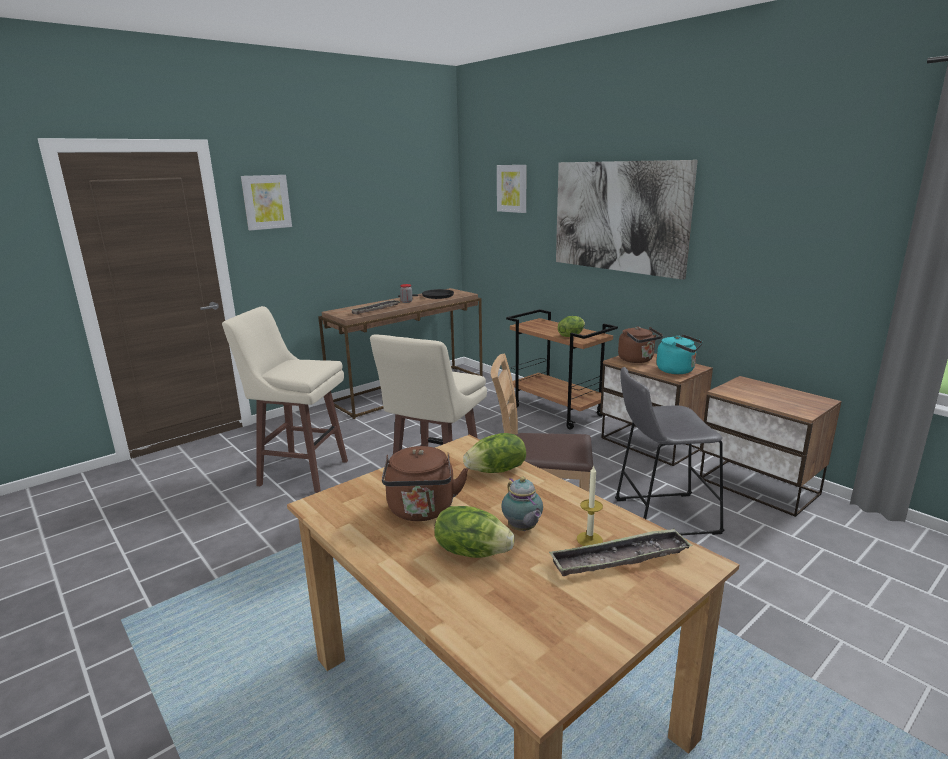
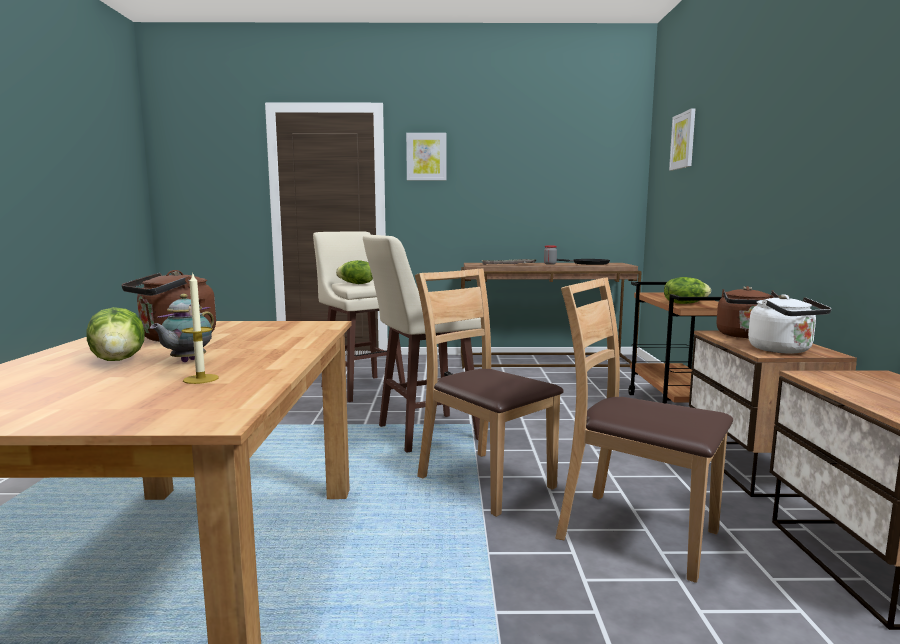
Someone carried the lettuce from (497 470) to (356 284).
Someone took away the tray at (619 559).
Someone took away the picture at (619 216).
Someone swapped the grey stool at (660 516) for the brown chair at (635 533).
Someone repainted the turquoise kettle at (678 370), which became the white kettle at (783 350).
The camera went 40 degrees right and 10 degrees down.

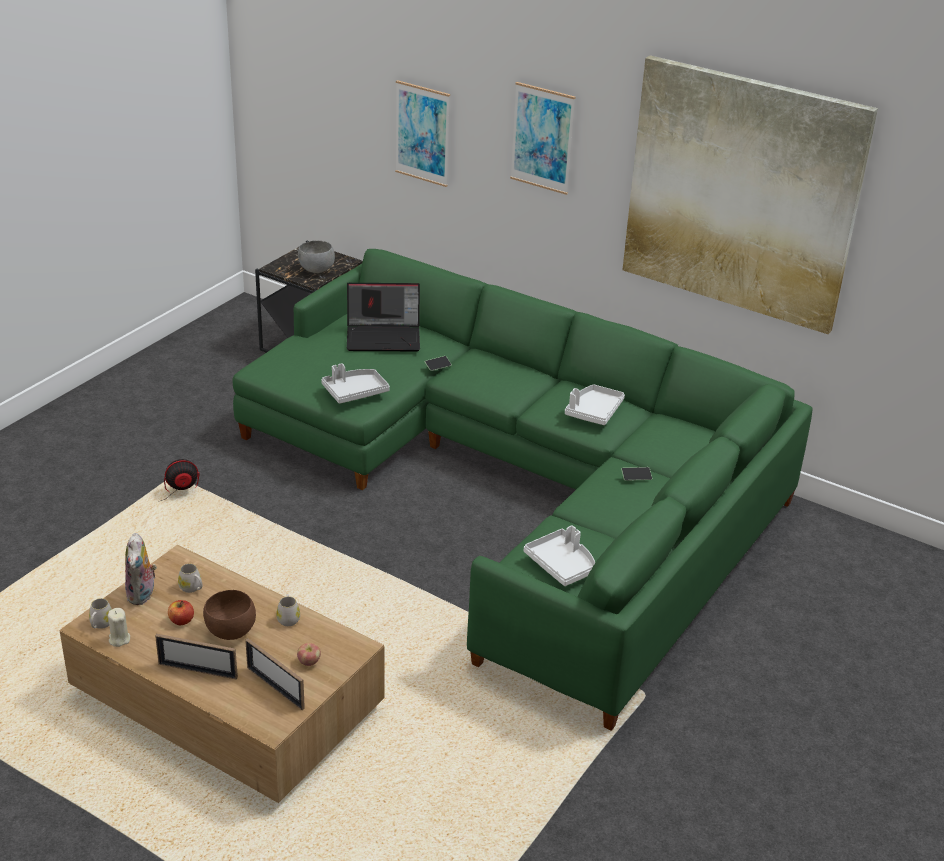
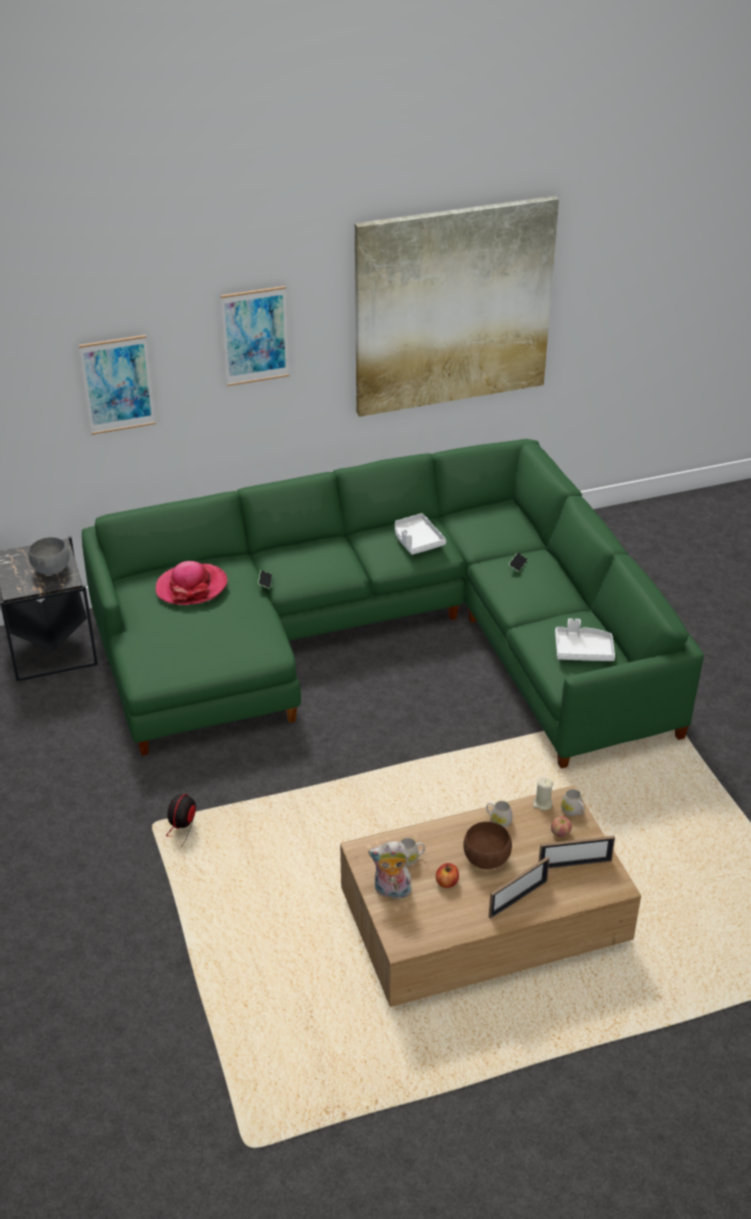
Someone carried the white mug from (100 624) to (573 811).
Someone carried the beige candle from (119 639) to (542 803).
Someone rotated the plush toy at (142 595) by 150 degrees clockwise.
Someone took away the grey tray at (354 392).
Someone swapped the laptop at (384 337) for the hat at (191 587).
The camera went 50 degrees left and 5 degrees up.

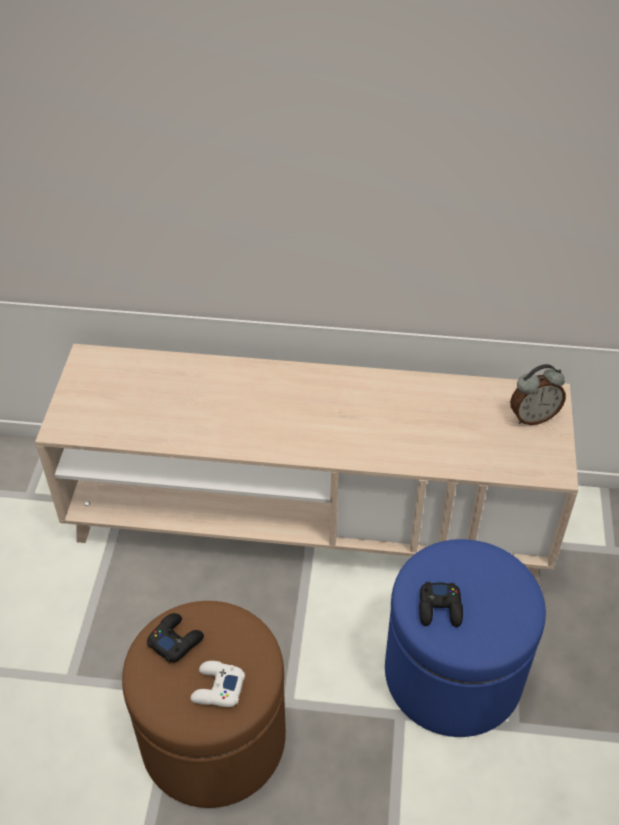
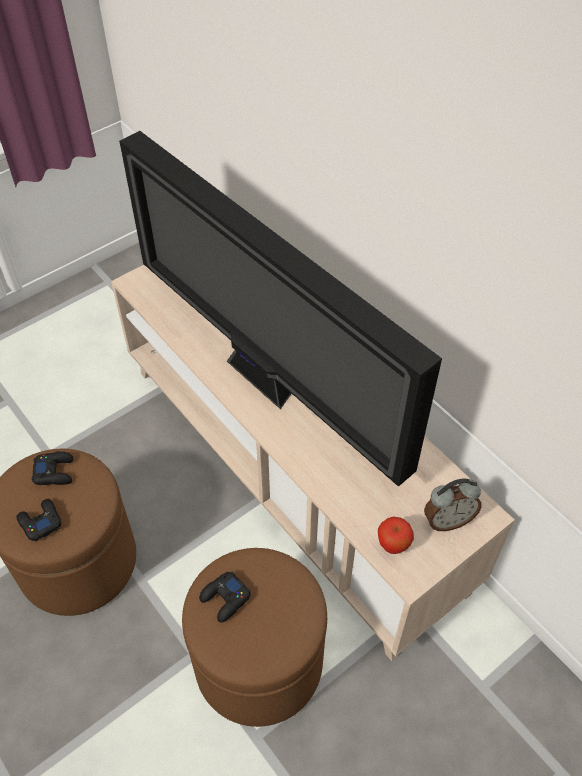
Someone repainted the white game controller at (217 688), which became the black game controller at (40 522).
Someone repainted the blue ottoman at (453 673), which became the brown ottoman at (258 662).
Someone rotated the alarm clock at (532 417) by 45 degrees counterclockwise.
Someone put down the television at (265 382).
Someone put down the apple at (393 545).
The camera went 45 degrees right and 5 degrees up.

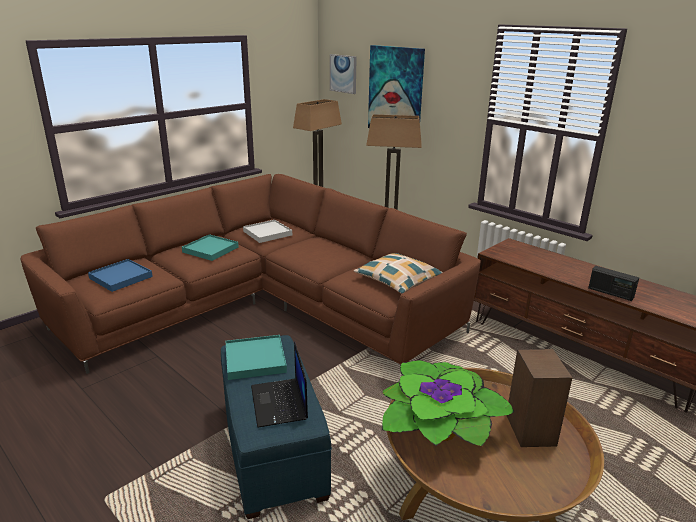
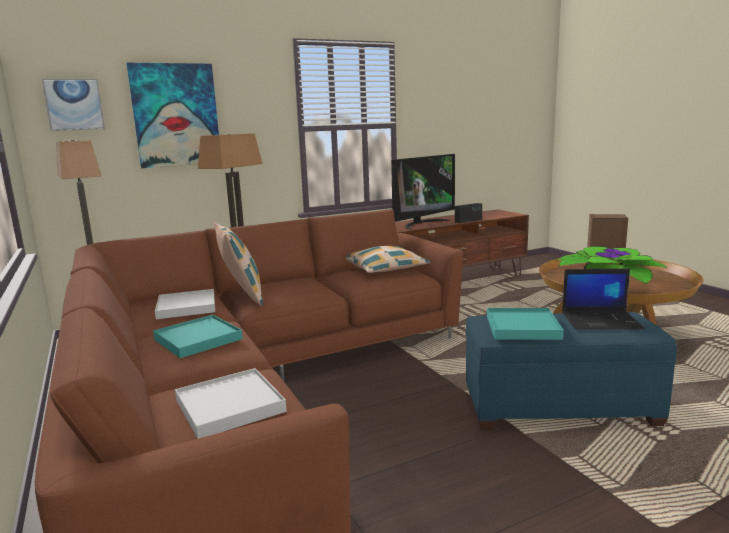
Someone repainted the blue tray at (120 277), which became the white tray at (229 406).
Someone put down the pillow at (242 297).
Someone put down the television at (422 224).
The camera went 70 degrees left and 10 degrees down.

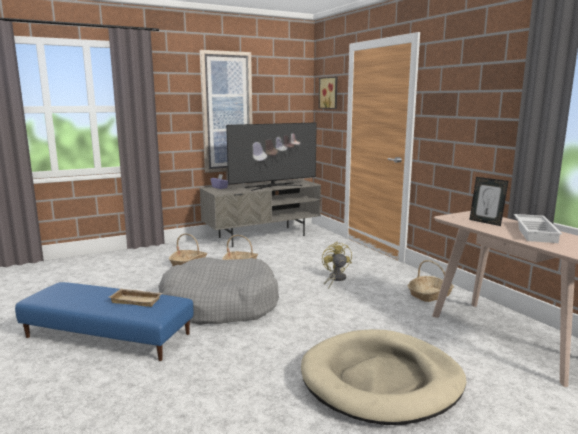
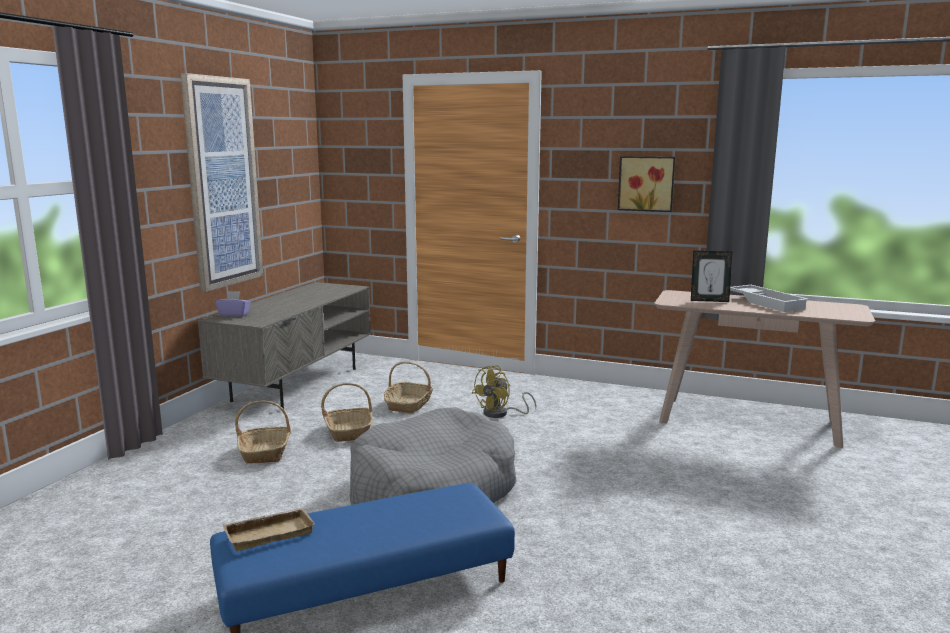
Someone carried the beige tray from (137 300) to (270 533).
Someone took away the television at (273 186).
Someone took away the beige dog bed at (381 380).
Someone carried the picture from (329 93) to (646 183).
Someone rotated the yellow fan at (335 279) by 90 degrees counterclockwise.
Someone carried the basket from (430 295) to (409 404).
The camera went 40 degrees left and 0 degrees up.

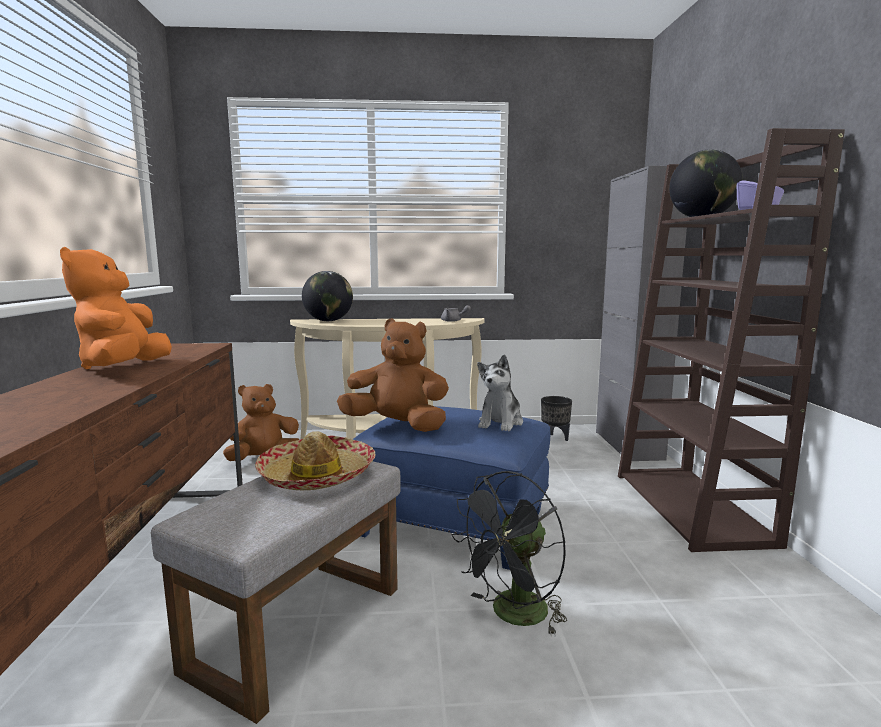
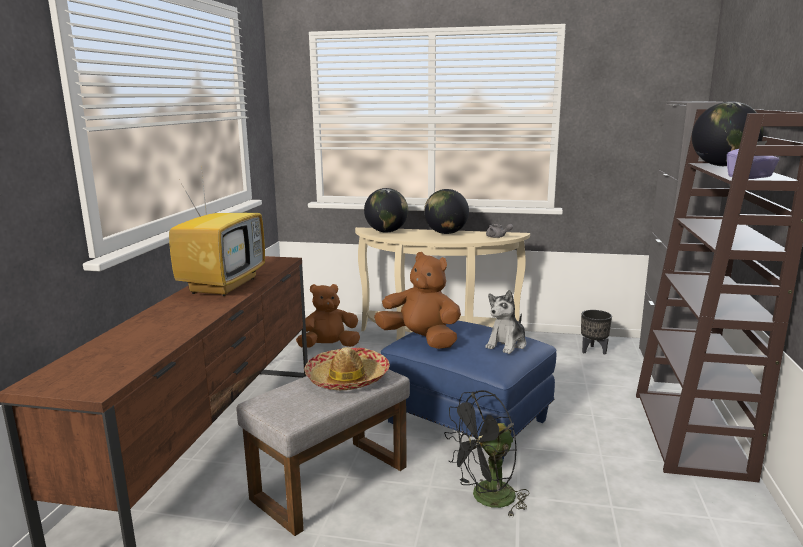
Someone swapped the orange plush toy at (123 368) for the television at (223 285).
Someone put down the globe at (446 233).
The camera went 15 degrees right and 5 degrees up.

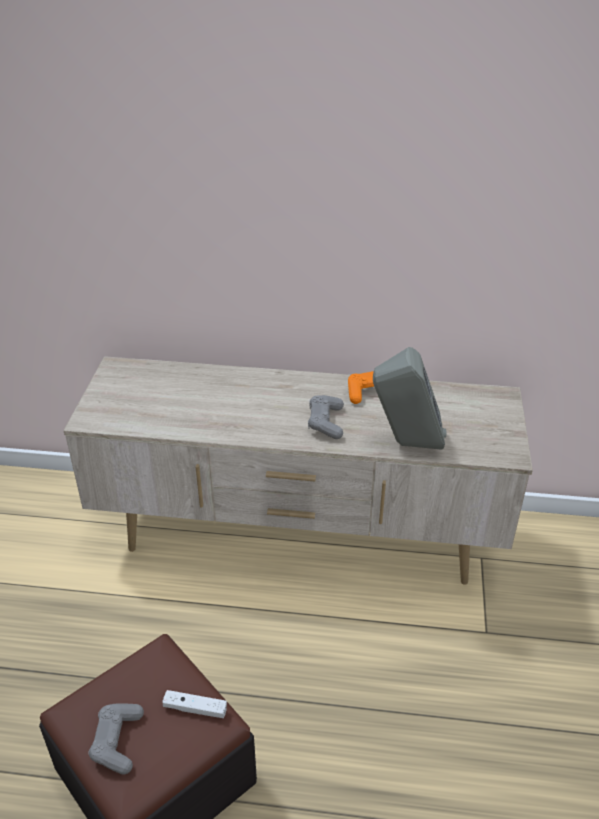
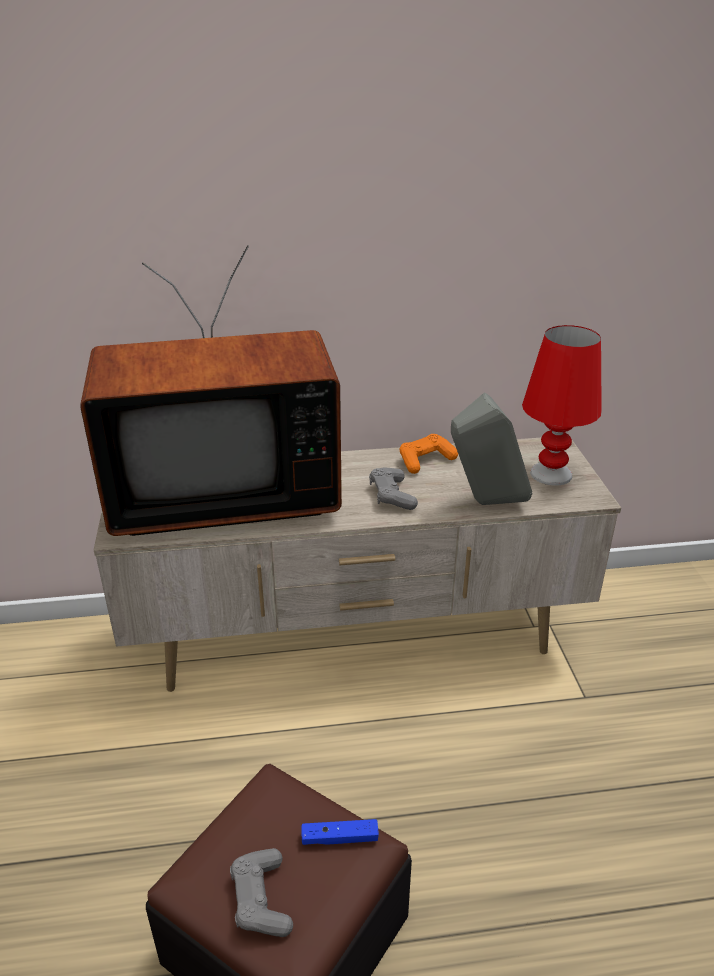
Someone repainted the white game controller at (195 708), which became the blue game controller at (340 838).
Someone put down the television at (222 495).
Someone put down the red table lamp at (551 474).
The camera went 15 degrees left and 5 degrees down.

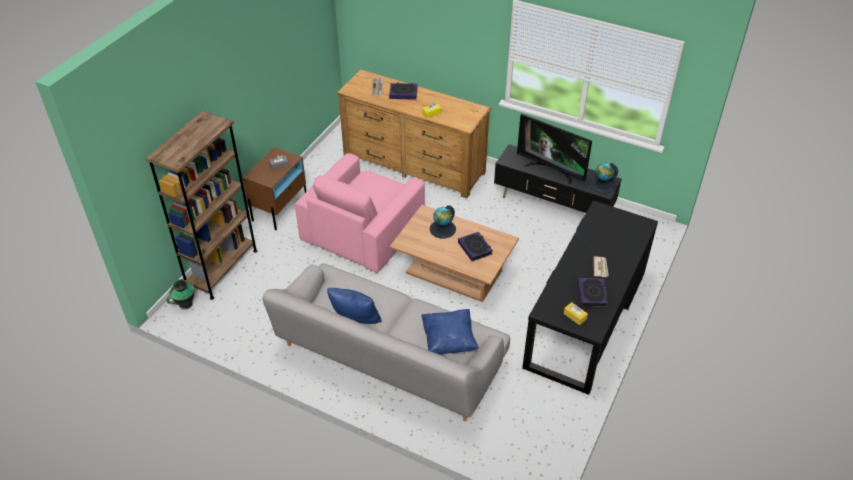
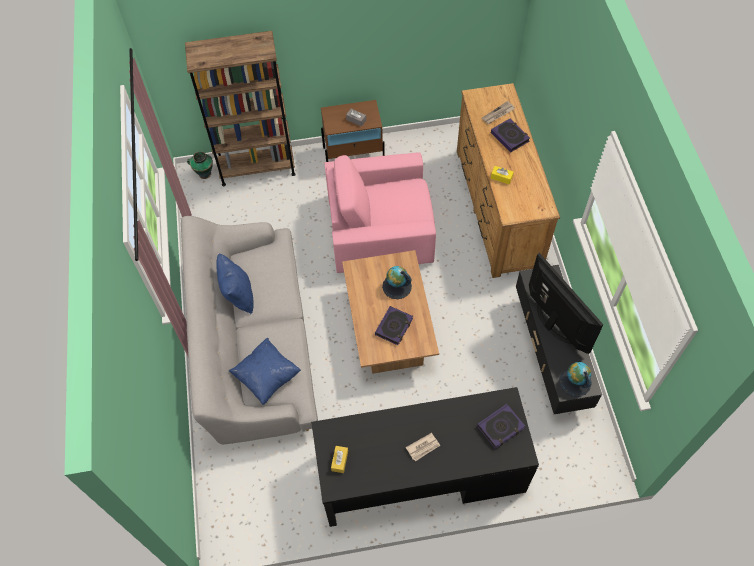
Someone rotated the television at (551 170) by 150 degrees clockwise.
Someone carried the book from (592 294) to (500 427).
The camera went 55 degrees right and 15 degrees up.

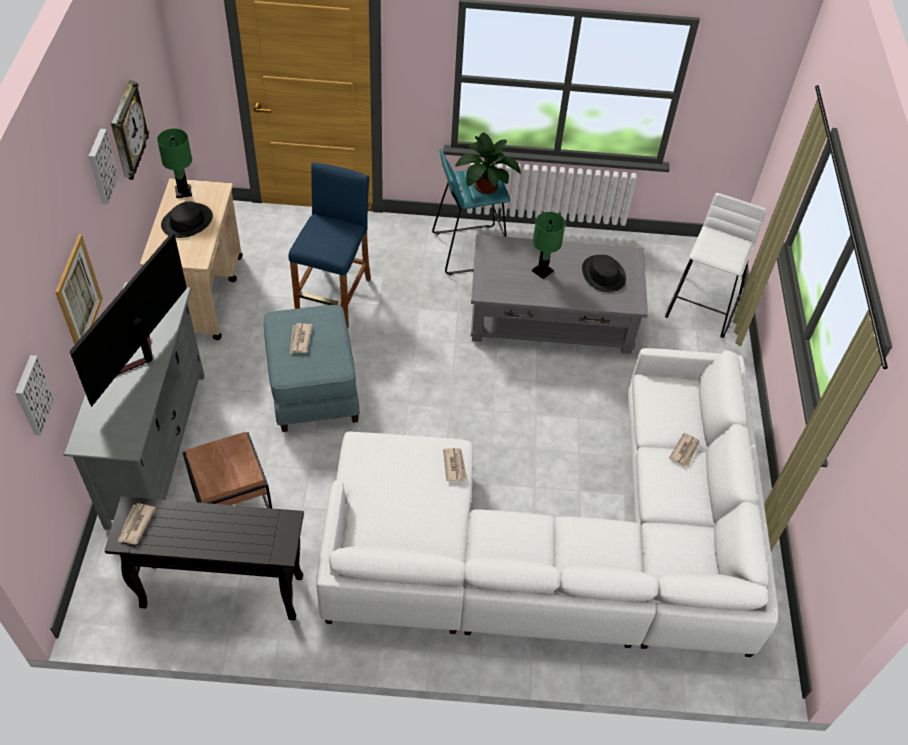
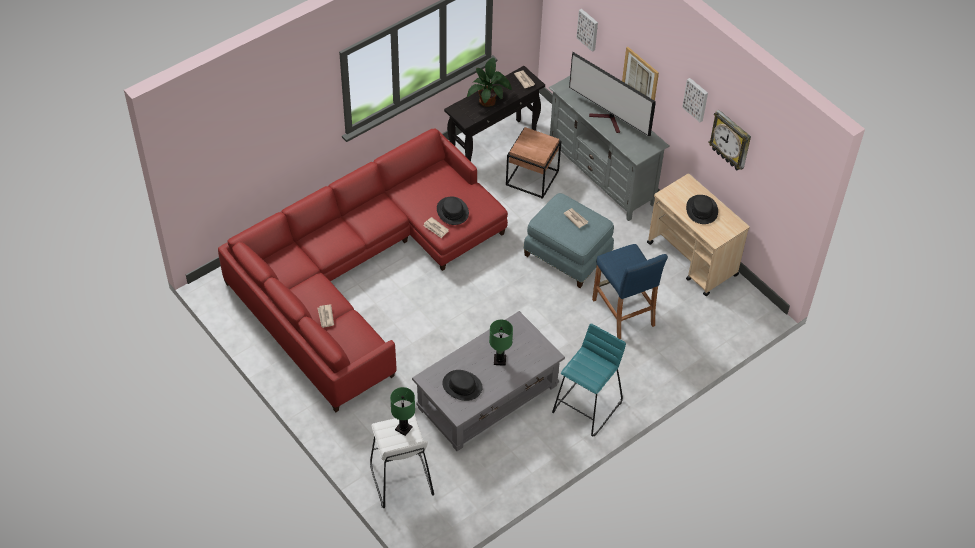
Someone rotated the television at (139 358) by 150 degrees clockwise.
Someone carried the green table lamp from (183 191) to (403 429).
Someone repainted the white sofa at (561 542), which became the red sofa at (361 271).
Someone carried the potted plant from (484 185) to (488 100).
Someone put down the black hat at (452 211).
The camera went 140 degrees right and 0 degrees up.

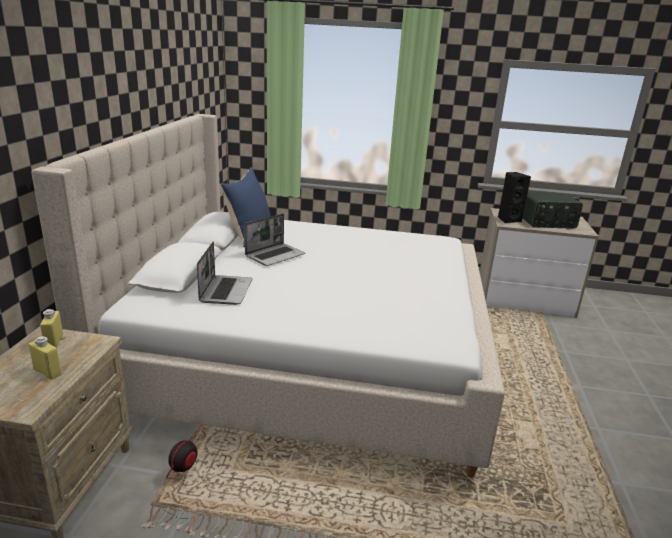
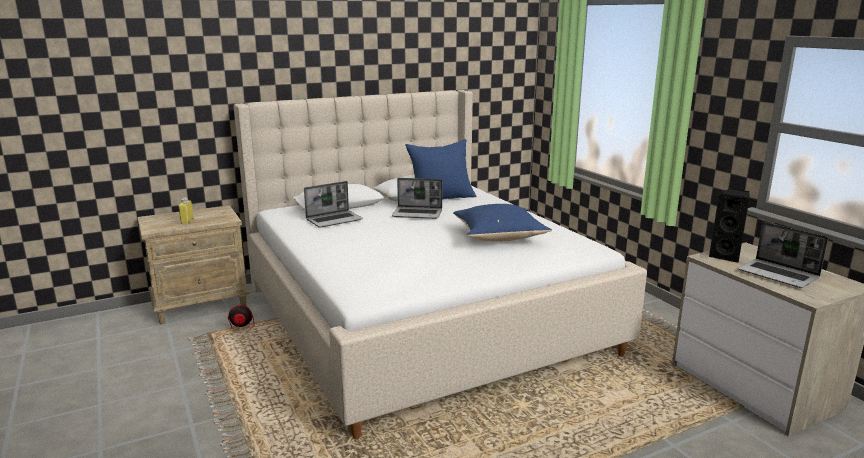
Someone took away the yellow bottle at (54 342).
Someone swapped the radio at (548 223) for the laptop at (779 275).
Someone put down the blue pillow at (499 237).
The camera went 55 degrees right and 5 degrees down.

